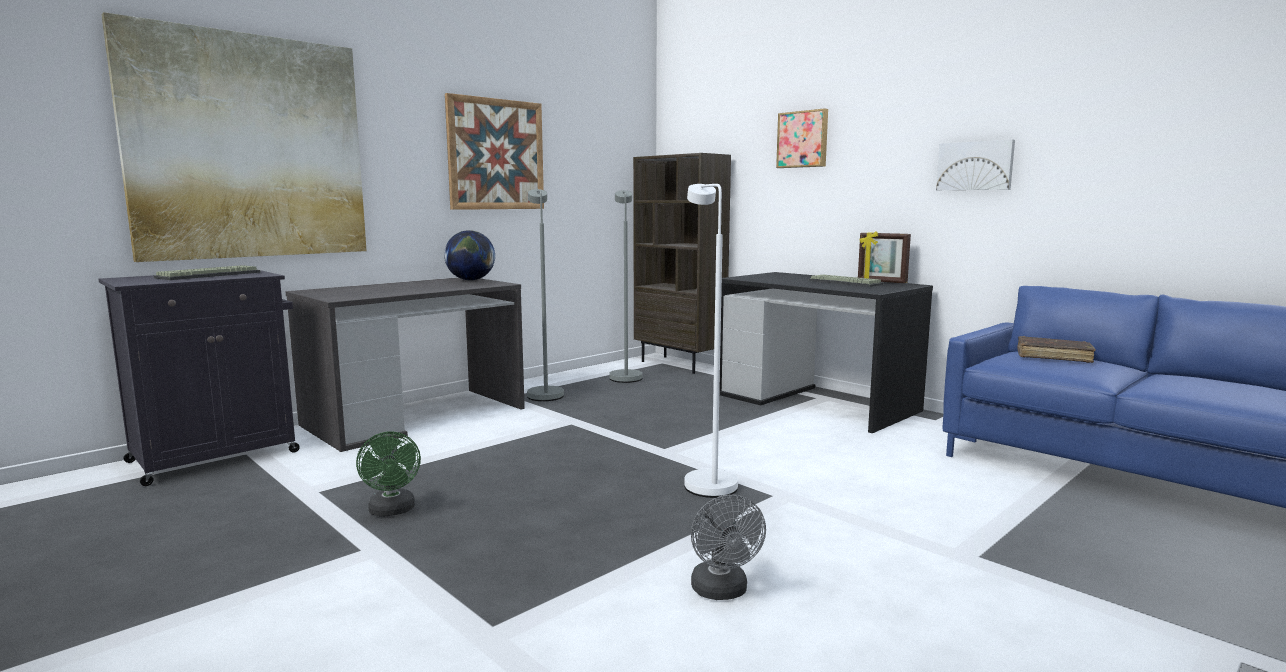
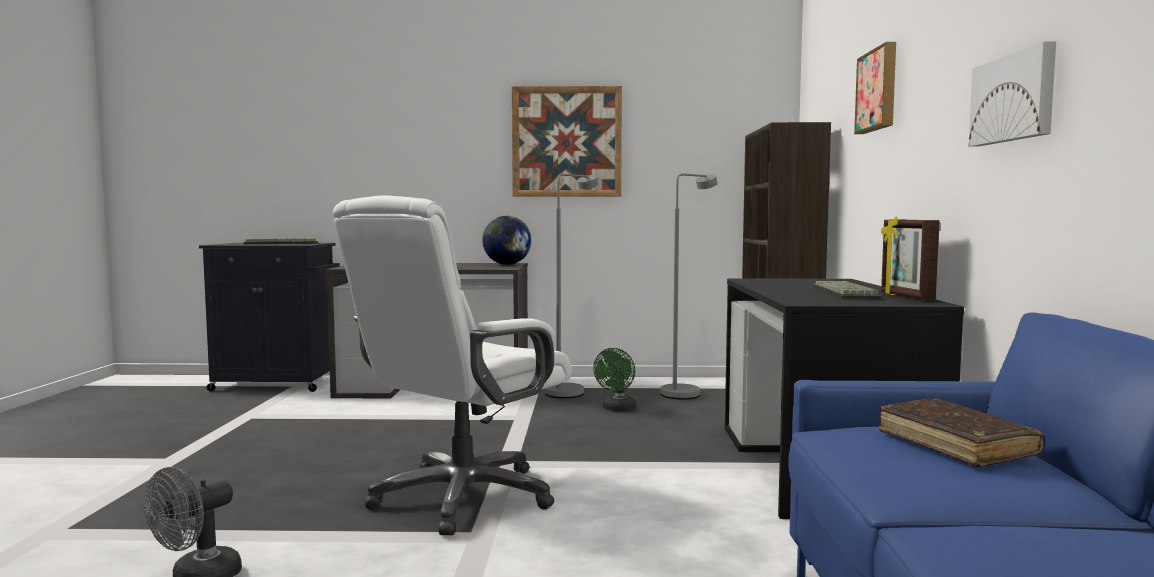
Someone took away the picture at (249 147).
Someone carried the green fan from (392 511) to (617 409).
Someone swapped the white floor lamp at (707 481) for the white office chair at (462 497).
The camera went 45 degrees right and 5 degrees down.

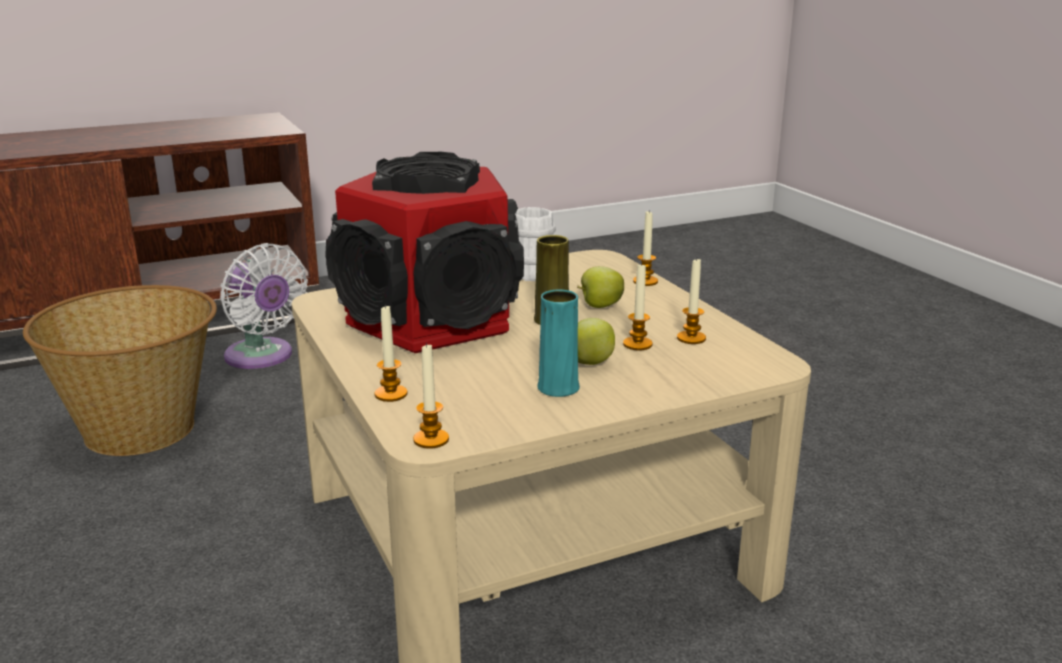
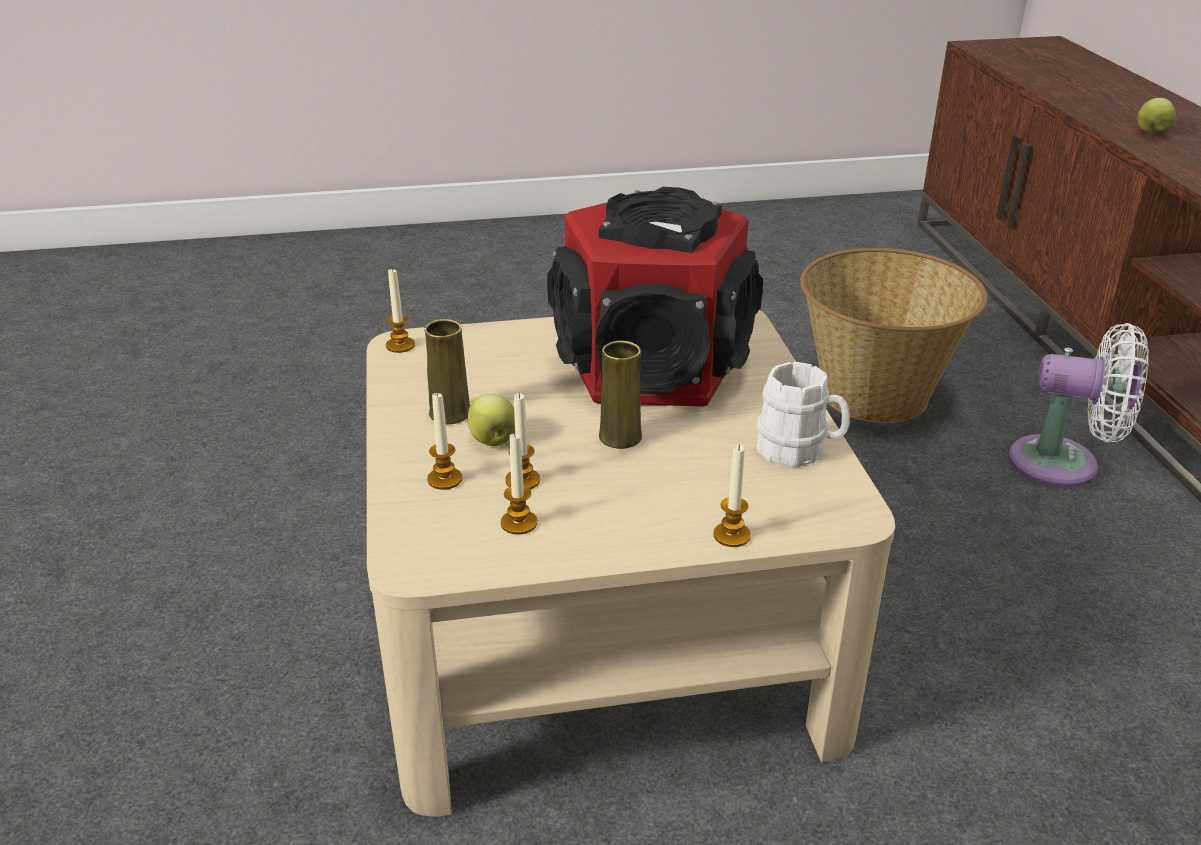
Someone rotated the white fan at (262 357) by 135 degrees counterclockwise.
Someone carried the candle from (391 394) to (445 479).
Someone repainted the turquoise vase at (558 387), which became the yellow vase at (450 413).
Someone carried the apple from (599 306) to (1151 133).
The camera went 105 degrees right and 10 degrees up.

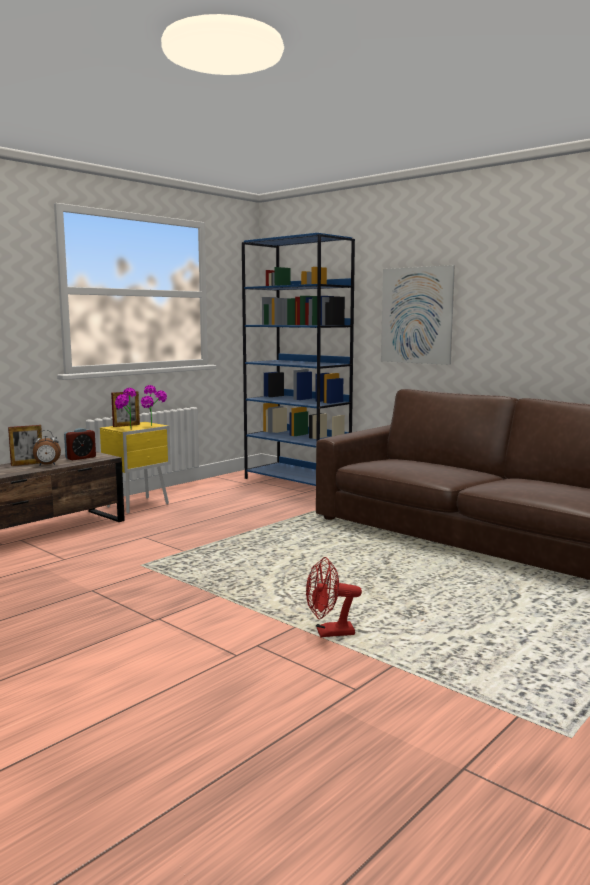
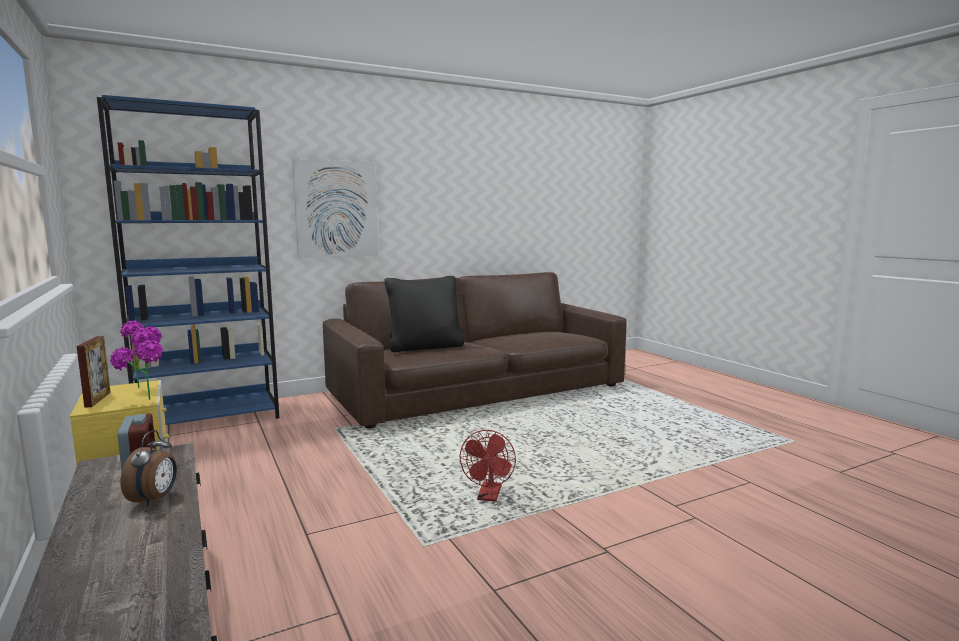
Someone took away the picture frame at (27 464).
Someone carried the red fan from (329 633) to (489 496).
Someone put down the black pillow at (425 347).
The camera went 70 degrees left and 0 degrees up.

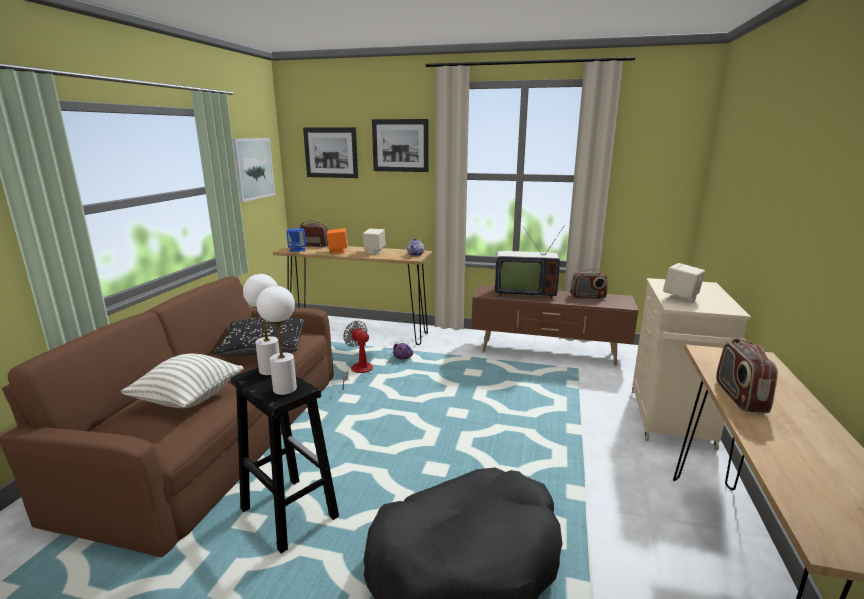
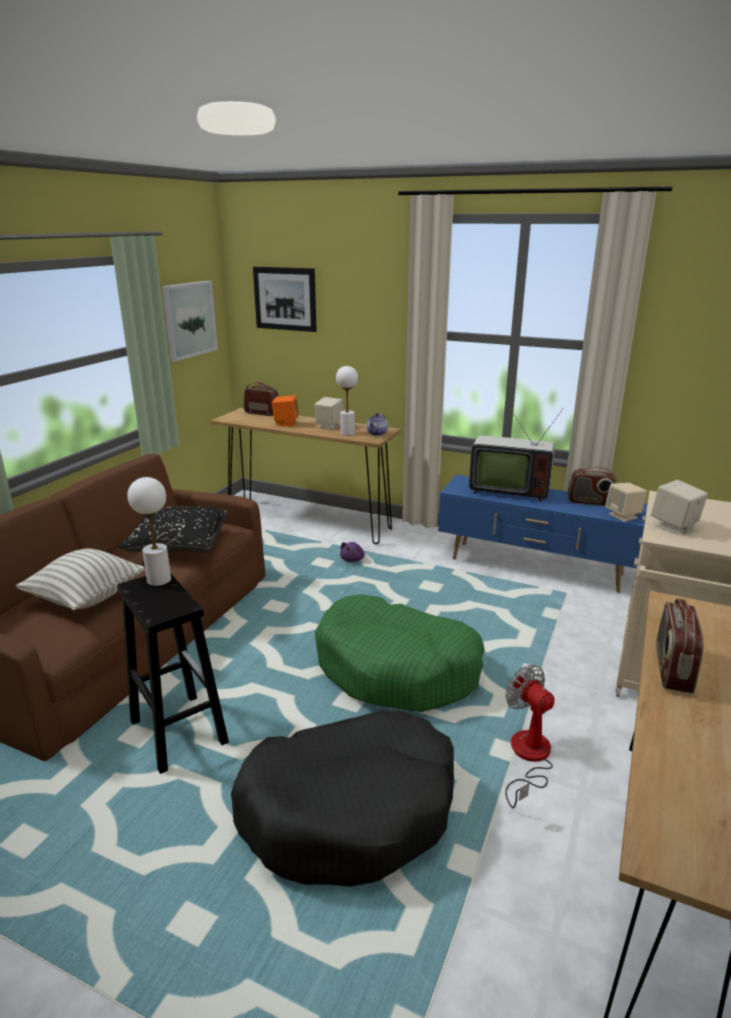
Someone carried the white table lamp from (284 389) to (347 433).
Someone took away the blue speaker at (297 250).
Someone carried the fan from (359 372) to (528 757).
Someone took away the picture at (400 145).
Someone repainted the brown tv stand at (548 352), which became the blue tv stand at (536 567).
Someone put down the green dog bed at (397 668).
Someone put down the beige speaker at (623 516).
The camera went 10 degrees right and 5 degrees up.

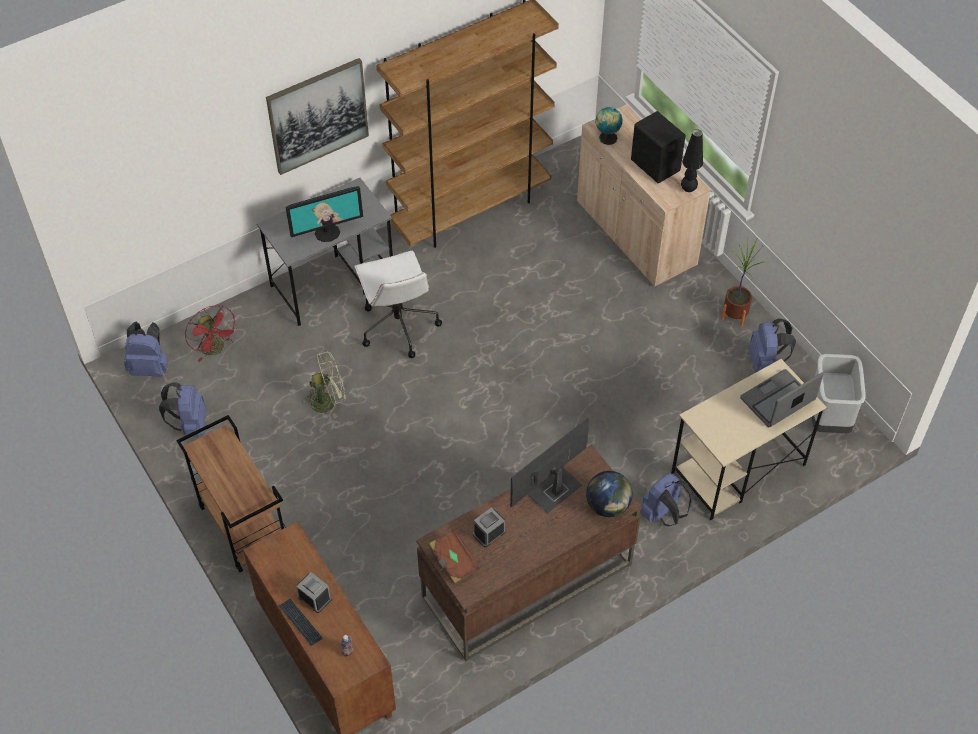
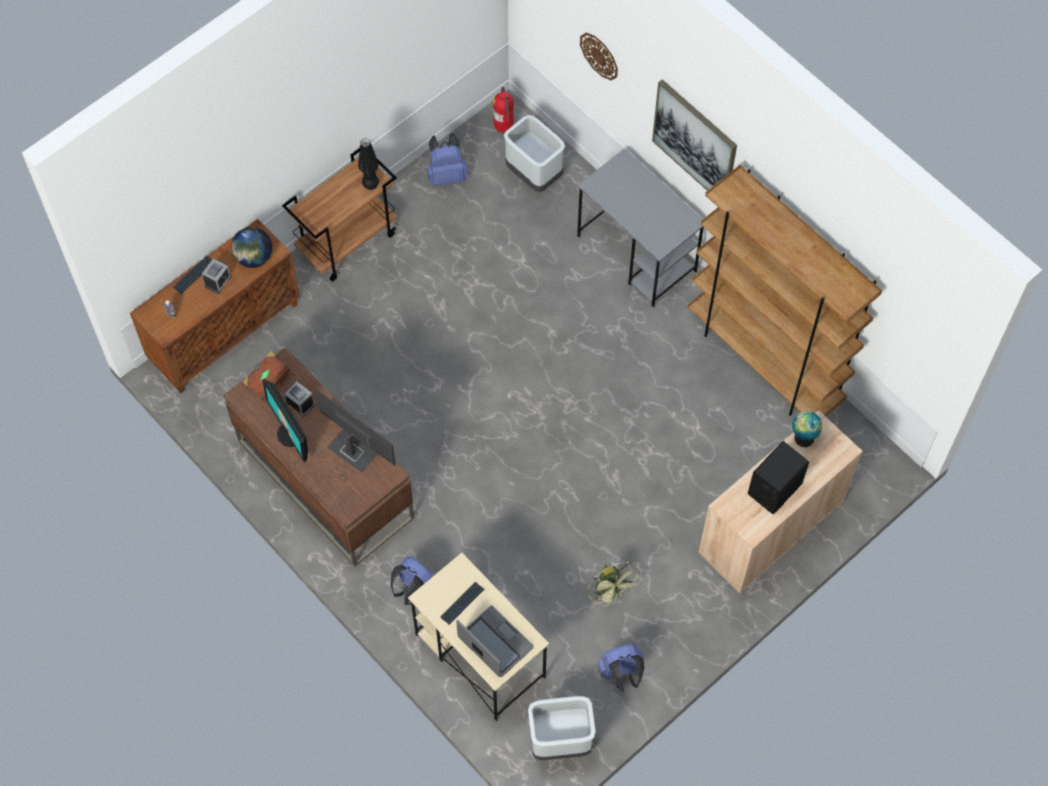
Someone swapped the blue backpack at (150 367) for the fire extinguisher at (504 128).
Someone swapped the red fan at (216 349) for the grey trash can at (534 174).
Someone carried the monitor from (327 232) to (290 434).
Someone carried the green fan from (328 400) to (611 593).
Someone took away the white office chair at (398 325).
Someone carried the globe from (608 506) to (254 257).
Someone carried the black table lamp from (688 189) to (371 186).
Someone took away the potted plant at (735 315).
Someone put down the keyboard at (462 603).
Someone put up the wall clock at (599 55).
The camera went 80 degrees right and 10 degrees up.

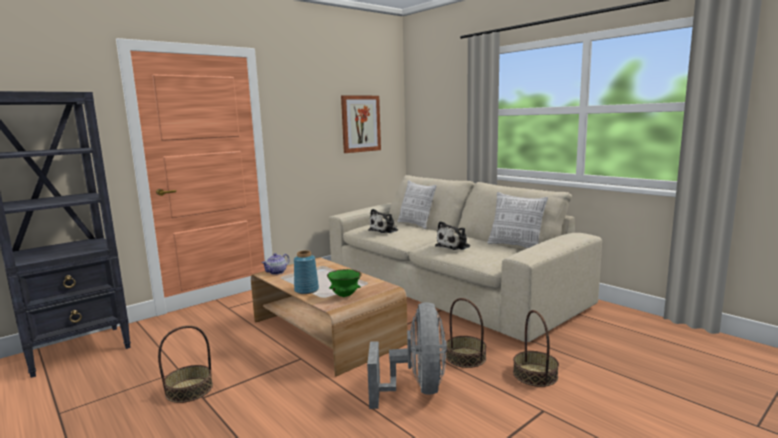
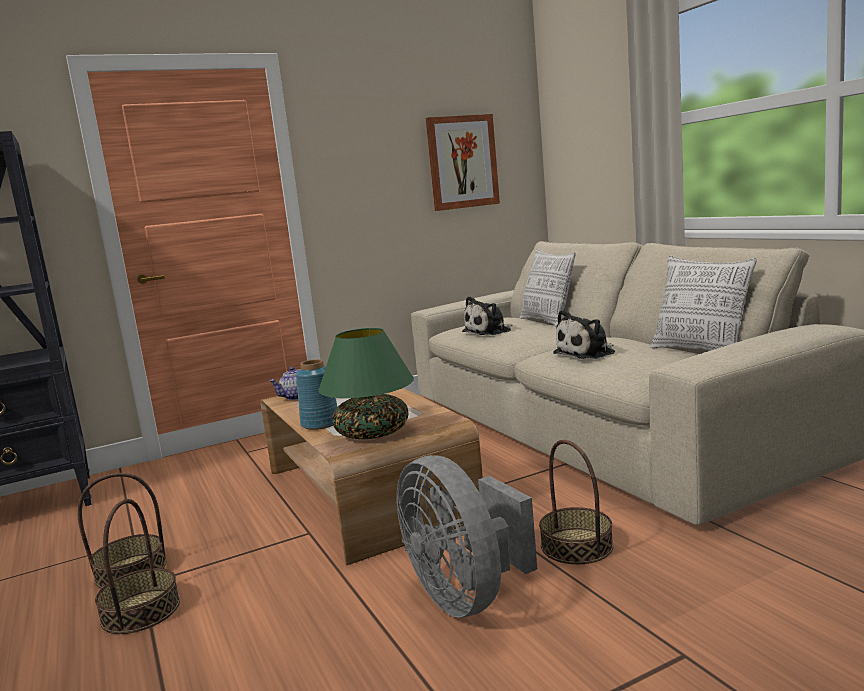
Someone swapped the green bowl at (345 296) for the green table lamp at (372 433).
Someone rotated the grey fan at (416 389) by 135 degrees clockwise.
Someone carried the basket from (535 375) to (141 611).
The camera went 15 degrees right and 0 degrees up.

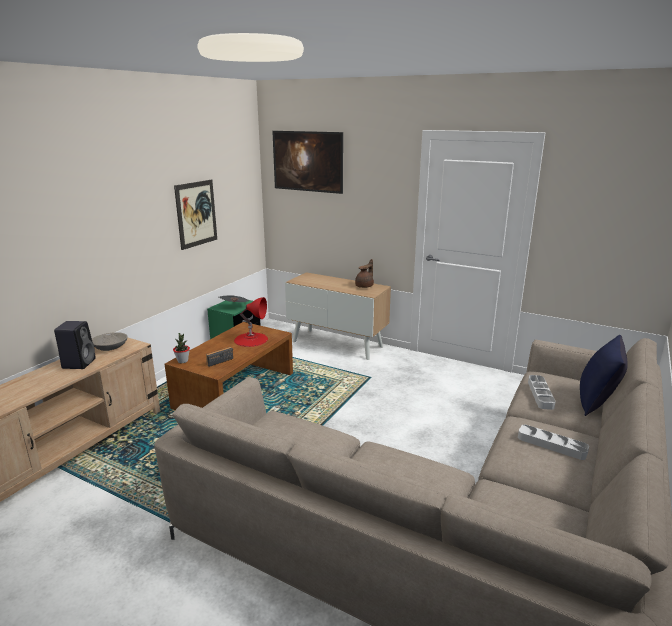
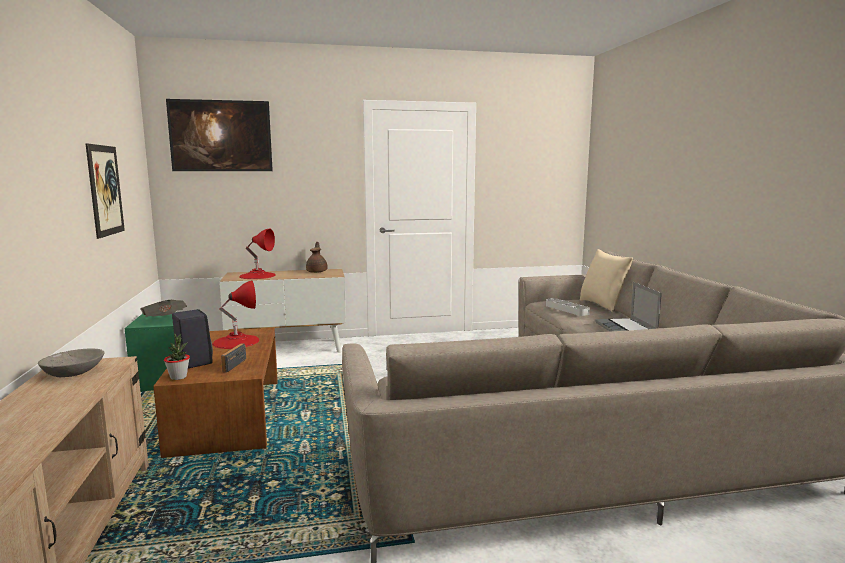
Someone carried the black speaker from (79 363) to (193 362).
Someone swapped the grey tray at (551 445) for the laptop at (626 329).
Someone repainted the blue pillow at (596 402), which became the beige pillow at (602 305).
Someone put down the red table lamp at (257 275).
The camera went 40 degrees left and 10 degrees down.

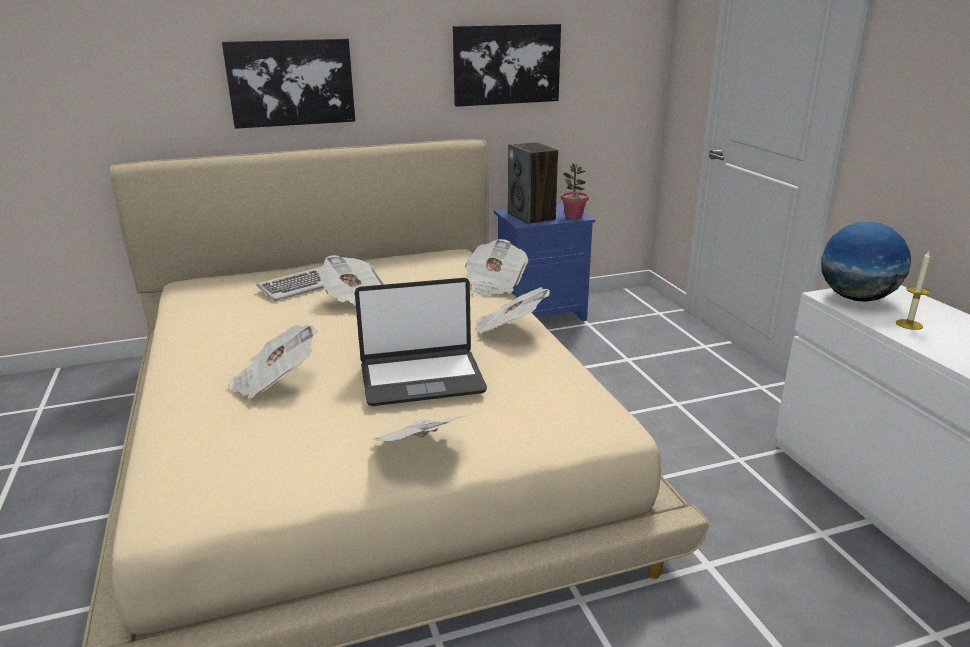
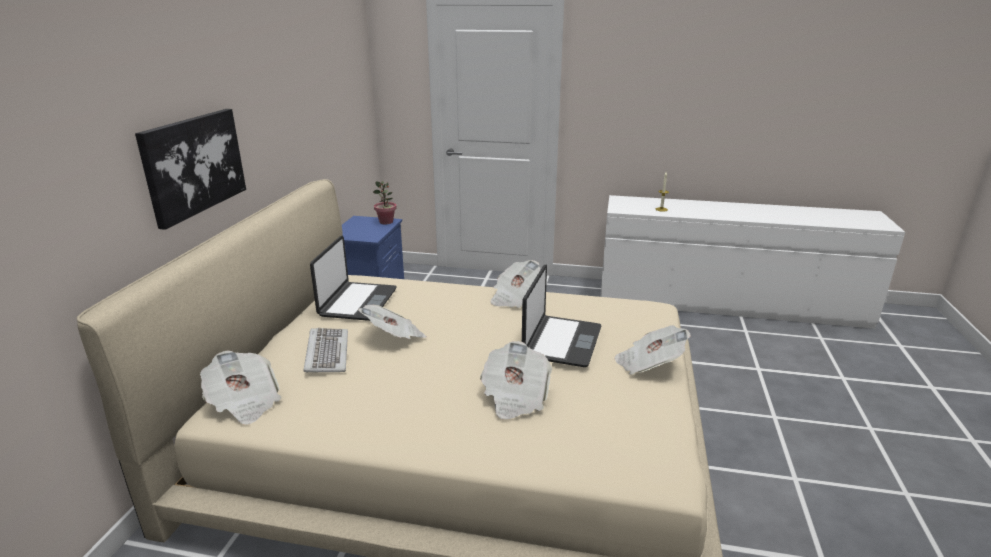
Someone took away the picture at (506 64).
Someone carried the newspaper from (494 285) to (244 403).
Someone took away the speaker at (532 217).
Someone took away the globe at (856 298).
Someone put down the laptop at (357 302).
The camera went 60 degrees left and 0 degrees up.

